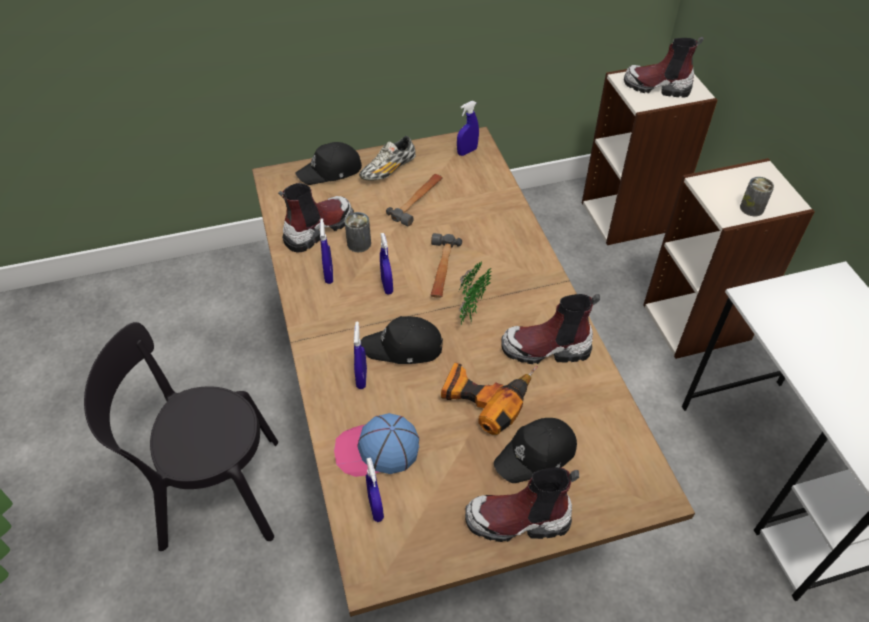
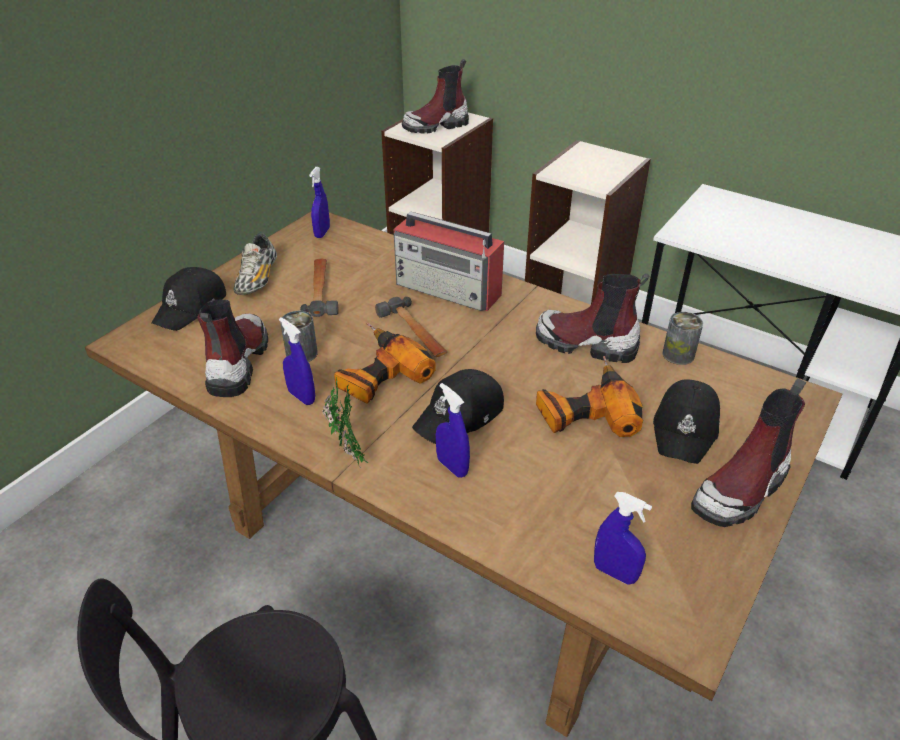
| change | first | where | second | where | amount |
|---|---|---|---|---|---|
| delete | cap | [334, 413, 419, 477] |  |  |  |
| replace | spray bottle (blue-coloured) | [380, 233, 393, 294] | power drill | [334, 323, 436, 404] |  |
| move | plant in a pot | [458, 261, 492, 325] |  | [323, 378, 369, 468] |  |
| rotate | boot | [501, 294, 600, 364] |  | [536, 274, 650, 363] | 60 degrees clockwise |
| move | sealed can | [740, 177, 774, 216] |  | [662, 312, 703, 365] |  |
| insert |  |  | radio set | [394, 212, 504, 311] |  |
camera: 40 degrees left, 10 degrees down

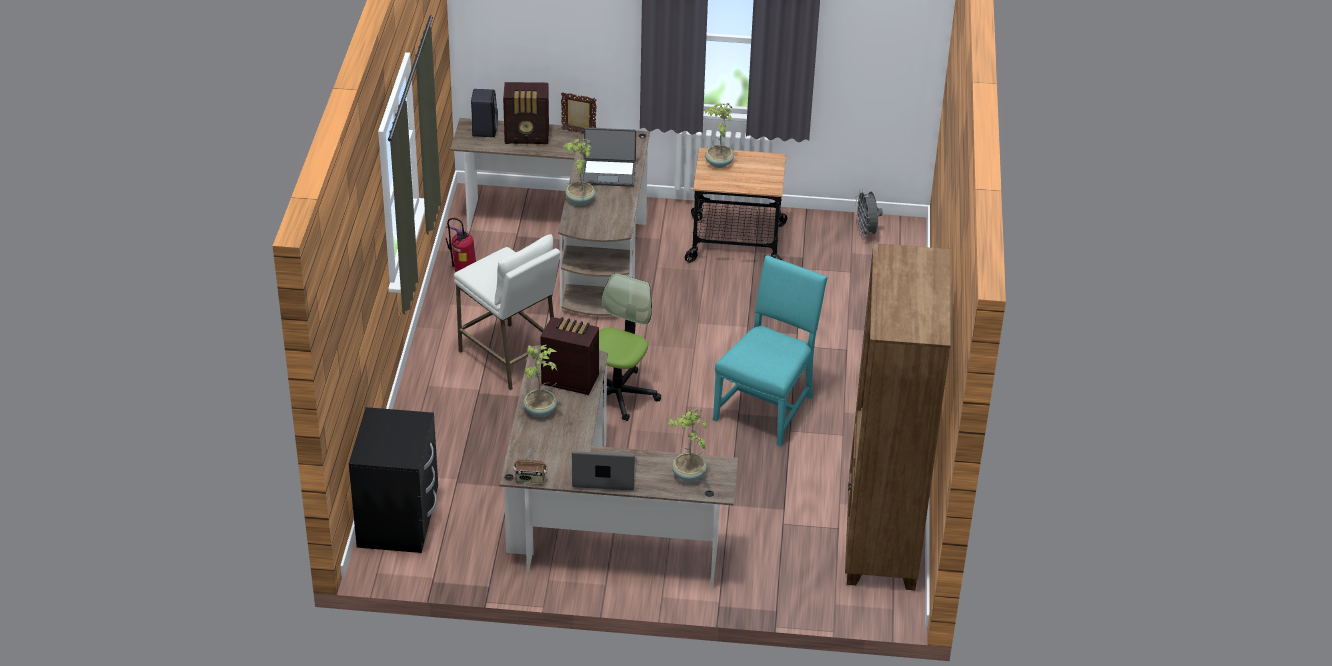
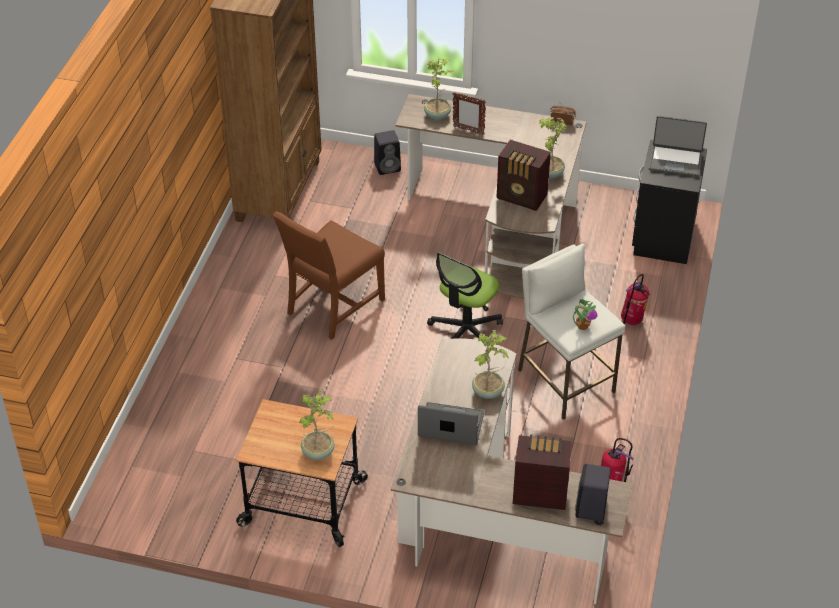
| change | first | where | second | where | amount |
|---|---|---|---|---|---|
| move | standing frame | [561, 92, 597, 133] |  | [453, 93, 486, 135] |  |
| move | laptop | [572, 451, 637, 491] |  | [649, 116, 707, 177] |  |
| recolor | chair (turquoise) | [713, 255, 828, 447] | chair (brown-coloured) | [272, 211, 385, 340] |  |
| delete | electric fan (grey) | [855, 189, 883, 238] |  |  |  |
| insert |  |  | loudspeaker (black) | [374, 130, 401, 175] |  |
| insert |  |  | plant in a pot | [573, 299, 597, 330] |  |
| insert |  |  | extinguisher | [621, 274, 650, 325] |  |
camera: 170 degrees left, 5 degrees up

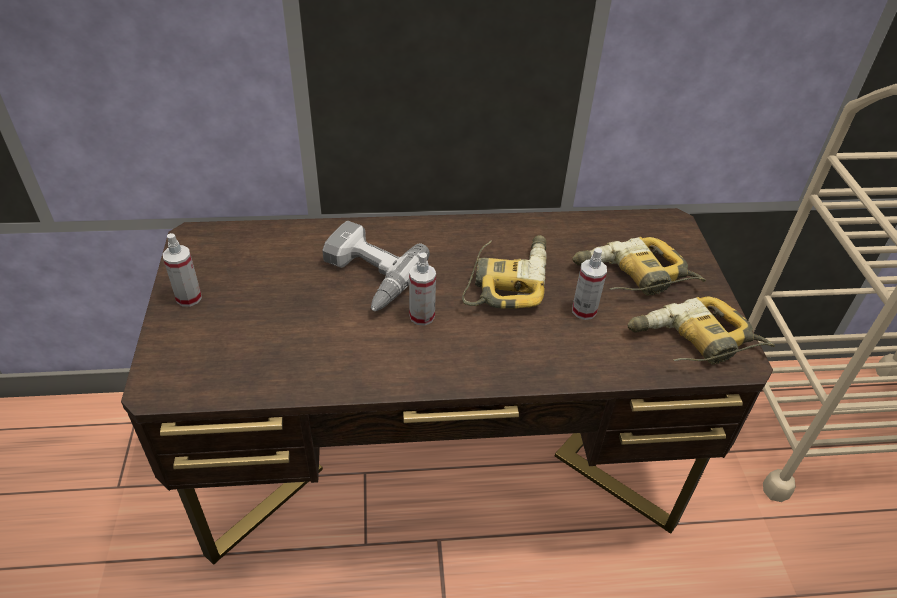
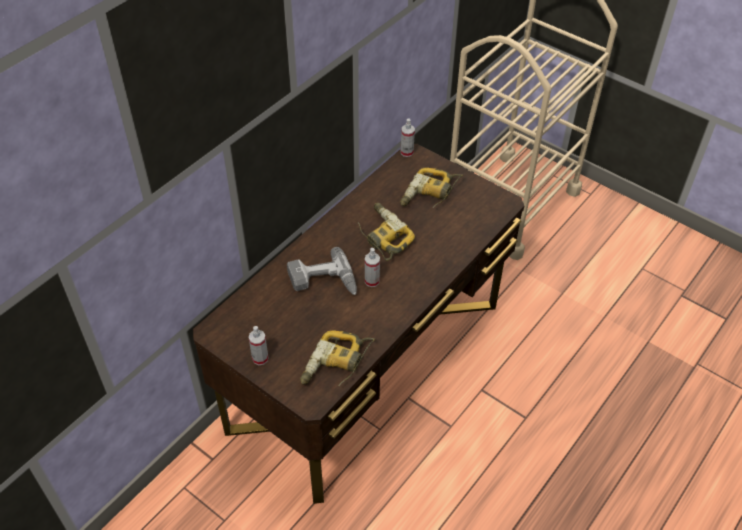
| change | first | where | second | where | amount |
|---|---|---|---|---|---|
| move | spray bottle | [572, 248, 607, 320] |  | [401, 118, 415, 157] |  |
| move | power drill | [628, 297, 775, 365] |  | [300, 330, 375, 386] |  |
camera: 45 degrees left, 5 degrees up

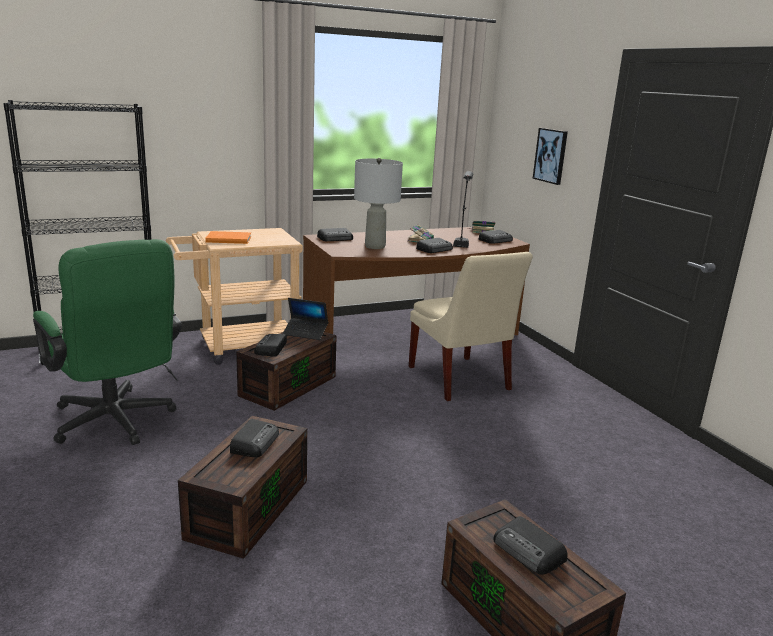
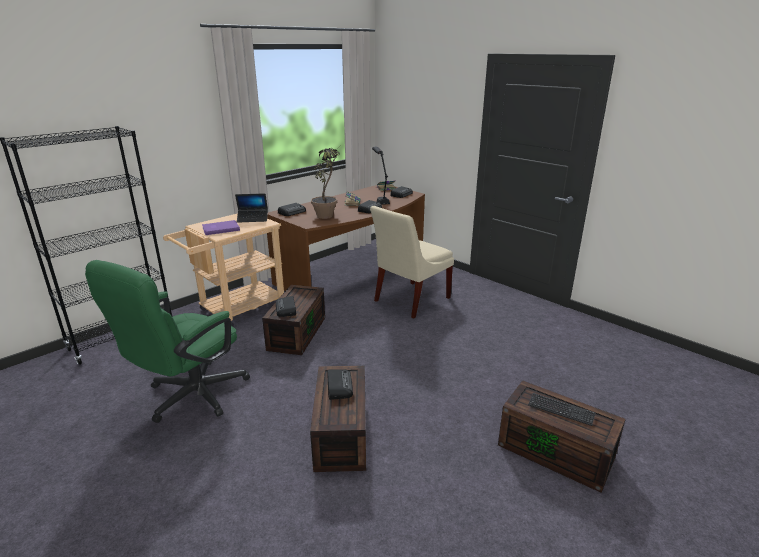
| change | first | where | second | where | amount |
|---|---|---|---|---|---|
| rotate | office chair (green-coloured) | [33, 239, 182, 445] |  | [85, 260, 250, 423] | 90 degrees clockwise |
| recolor | bound book (orange-coloured) | [205, 231, 251, 244] | bound book (purple) | [202, 220, 240, 235] |  |
| move | laptop | [282, 298, 328, 340] |  | [235, 193, 268, 223] |  |
| replace | tabletop lamp (grey) | [354, 158, 403, 249] | plant in a pot | [311, 148, 340, 219] |  |
| rotate | chair (beige-coloured) | [409, 252, 533, 401] |  | [370, 206, 454, 319] | 90 degrees clockwise |
| replace | radio set | [493, 516, 568, 575] | PC keyboard | [528, 393, 596, 426] |  |
| delete | wall picture | [533, 128, 568, 185] |  |  |  |
camera: 20 degrees left, 5 degrees up

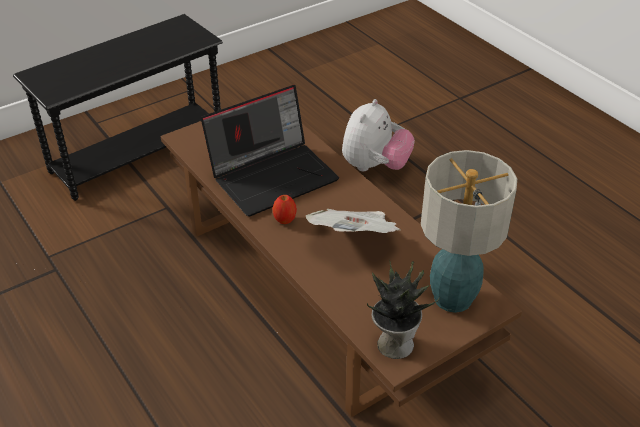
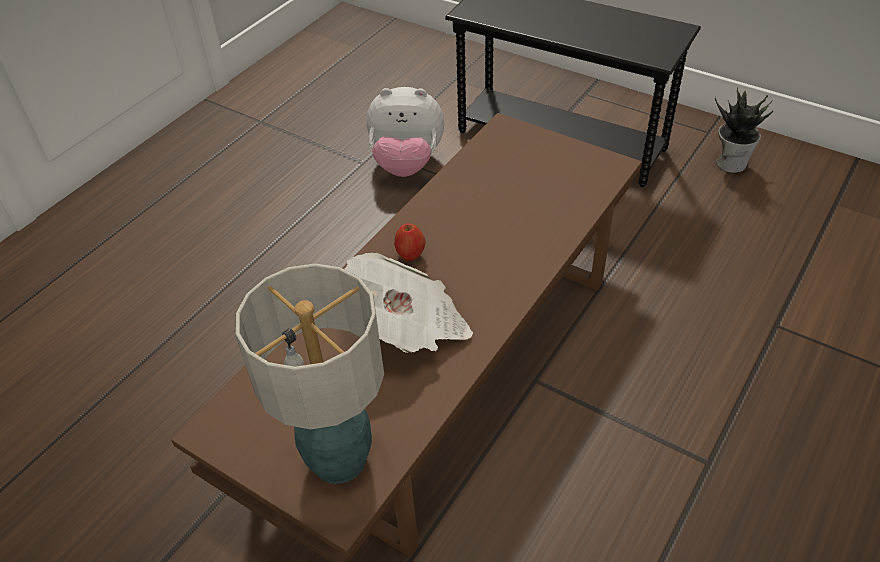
| change | first | where | second | where | amount |
|---|---|---|---|---|---|
| delete | laptop | [201, 85, 339, 217] |  |  |  |
| move | soft toy | [342, 99, 415, 171] |  | [367, 87, 444, 177] |  |
| move | plant in a pot | [367, 259, 440, 359] |  | [715, 87, 773, 173] |  |
camera: 70 degrees right, 5 degrees up

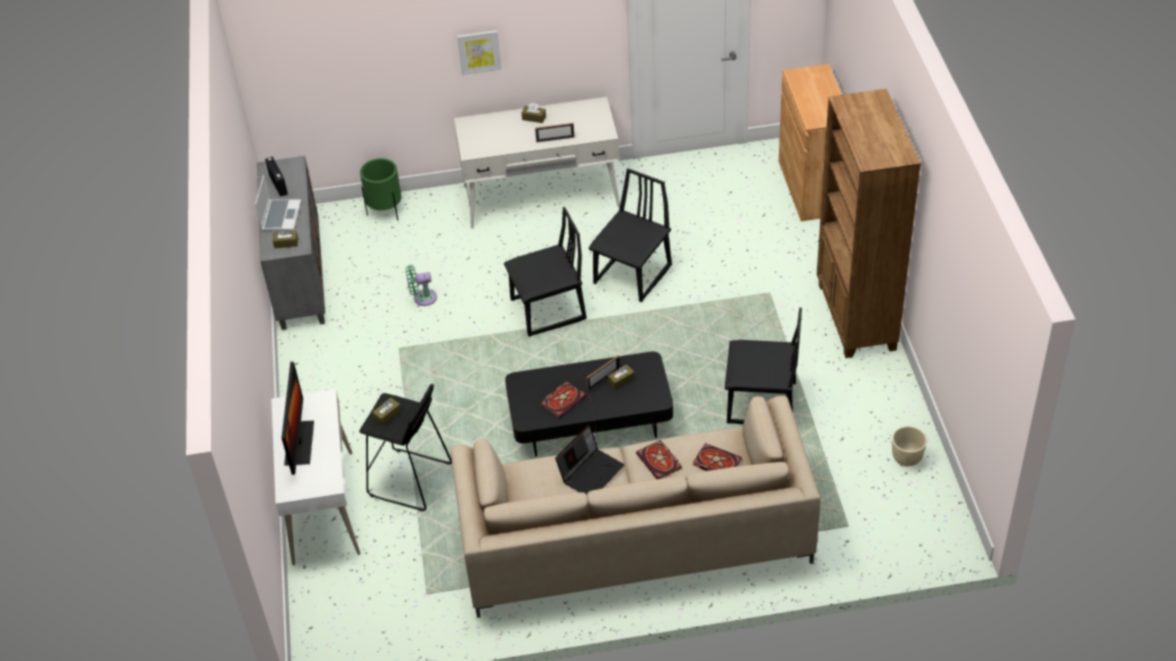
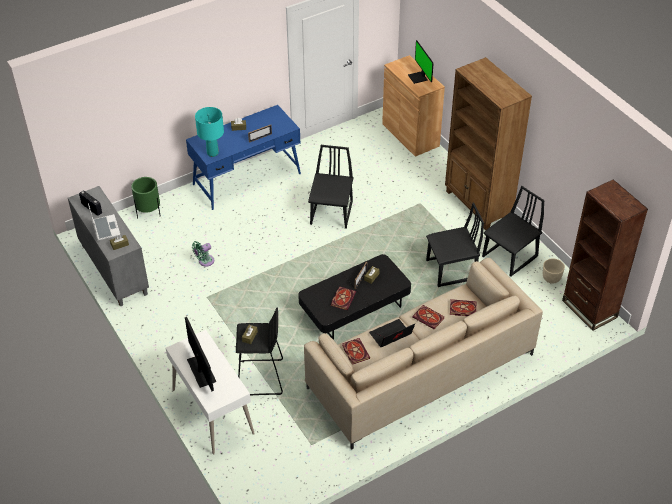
| change | first | where | second | where | amount |
|---|---|---|---|---|---|
| recolor | desk unit (white) | [454, 97, 620, 229] | desk unit (blue-coloured) | [186, 105, 301, 210] |  |
| delete | wall picture | [457, 30, 502, 75] |  |  |  |
| move | chair (black) | [504, 207, 587, 337] |  | [482, 186, 545, 277] |  |
| rotate | laptop | [555, 424, 624, 494] |  | [369, 319, 415, 347] | 135 degrees counterclockwise |
| insert |  |  | tabletop lamp (turquoise) | [195, 107, 224, 157] |  |
| insert |  |  | bound book | [342, 338, 370, 365] |  |
| insert |  |  | computer display | [408, 40, 434, 84] |  |
| insert |  |  | bookshelf (brown-coloured) | [562, 179, 648, 331] |  |
camera: 25 degrees left, 0 degrees up

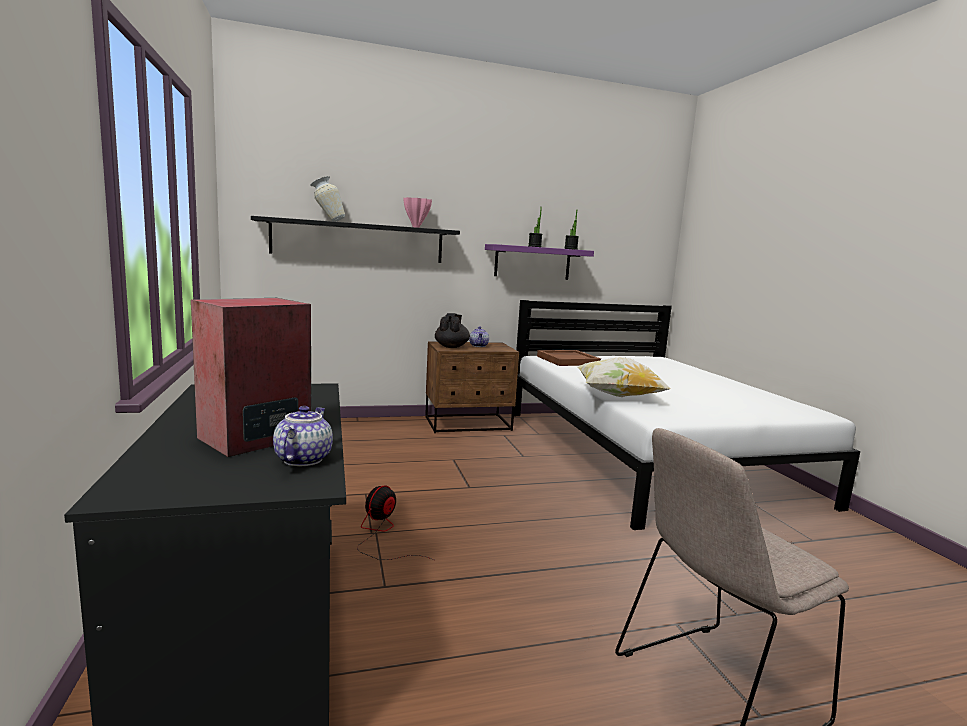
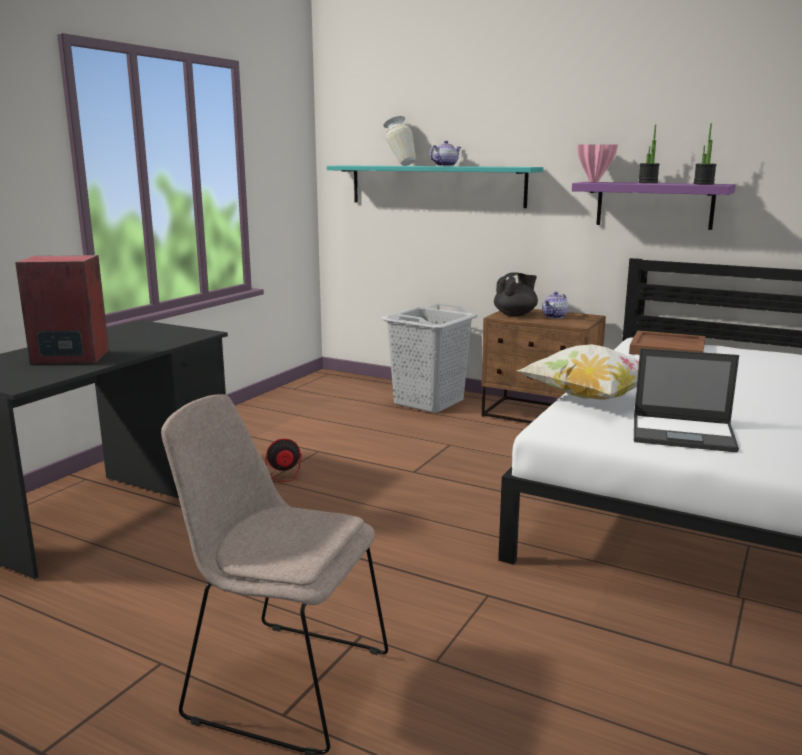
| change | first | where | second | where | amount |
|---|---|---|---|---|---|
| recolor | wall shelf (black) | [251, 216, 460, 263] | wall shelf (turquoise) | [327, 165, 543, 208] |  |
| move | tea pot | [273, 406, 333, 466] |  | [430, 141, 461, 166] |  |
| move | vase (pink-coloured) | [403, 197, 432, 228] |  | [577, 144, 618, 183] |  |
| insert |  |  | washing basket (grey) | [381, 303, 477, 413] |  |
| insert |  |  | laptop | [634, 348, 739, 452] |  |
camera: 45 degrees right, 5 degrees up

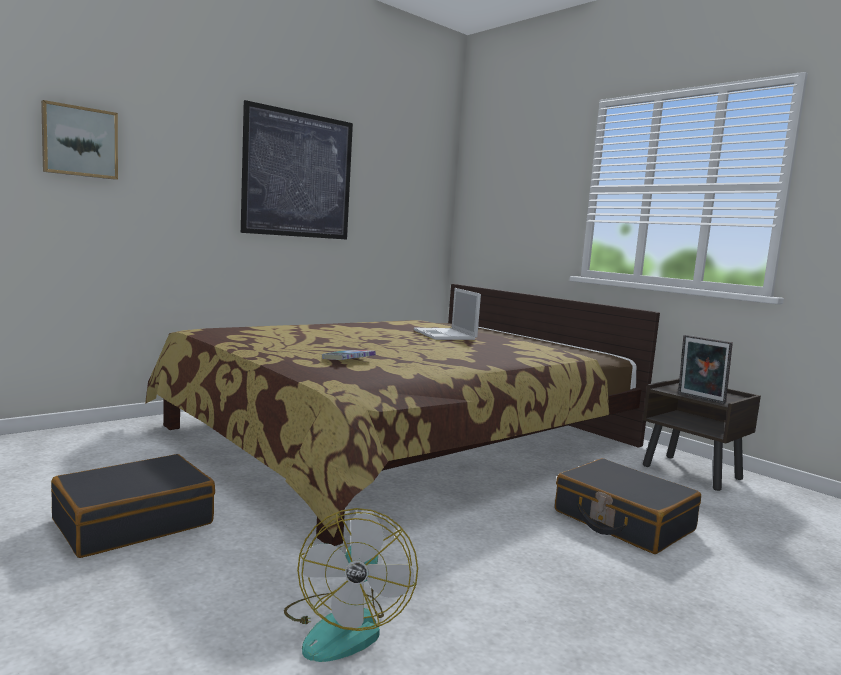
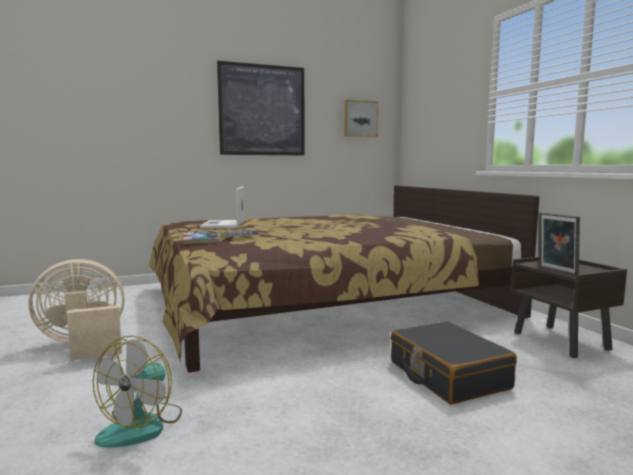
| change | first | where | second | where | amount |
|---|---|---|---|---|---|
| move | wall picture | [41, 100, 118, 180] |  | [344, 100, 378, 137] |  |
| replace | piece of luggage (black) | [51, 454, 215, 558] | electric fan (beige-coloured) | [29, 259, 125, 361] |  |
| move | laptop | [414, 288, 481, 340] |  | [200, 186, 245, 228] |  |
| insert |  |  | bound book | [183, 232, 219, 244] |  |
camera: 20 degrees right, 0 degrees up

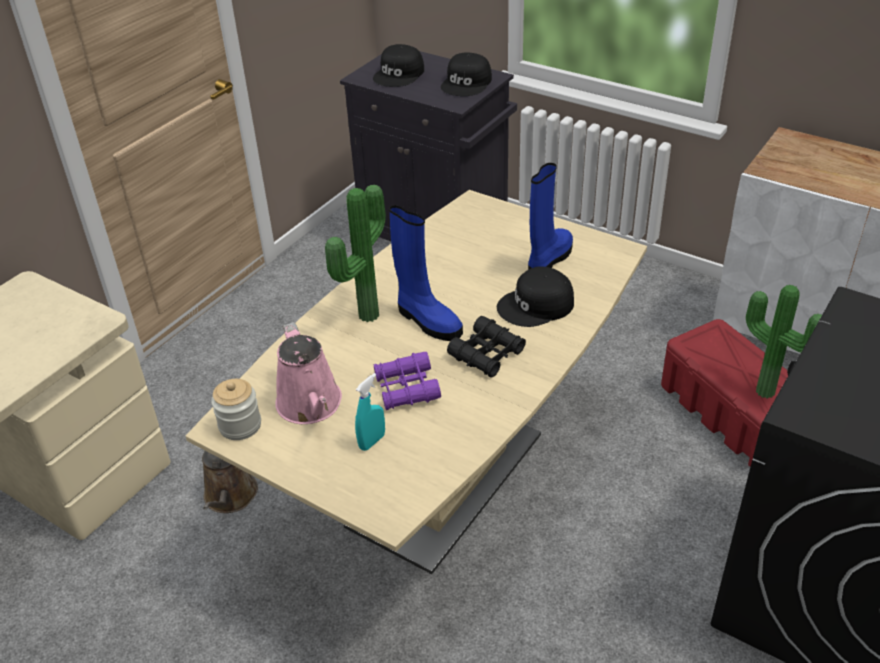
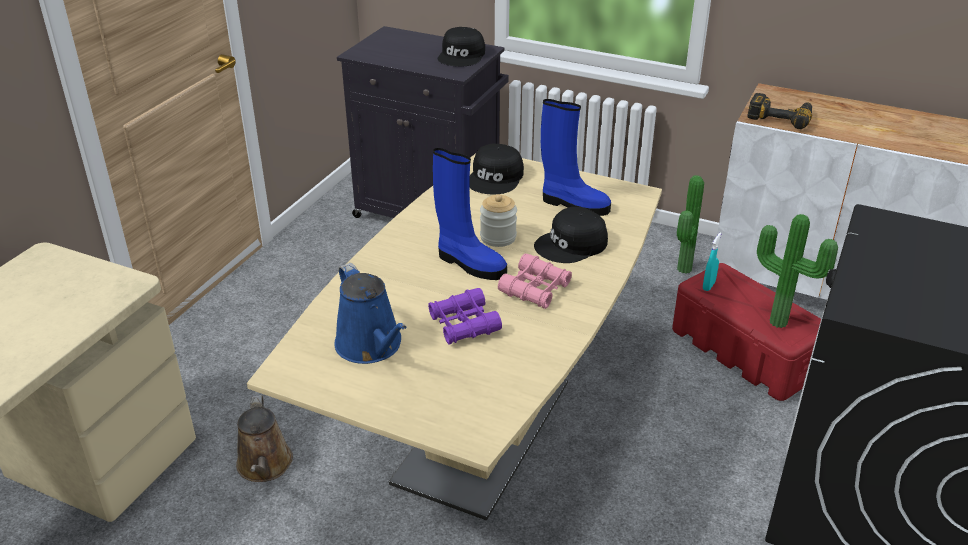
| change | first | where | second | where | amount |
|---|---|---|---|---|---|
| move | preserve jar | [211, 379, 261, 440] |  | [480, 194, 517, 247] |  |
| recolor | watering pot (pink-coloured) | [275, 322, 342, 424] | watering pot (blue-coloured) | [334, 263, 407, 364] |  |
| move | plant in a pot | [325, 185, 386, 322] |  | [677, 175, 704, 274] |  |
| move | spray bottle (turquoise) | [355, 373, 385, 451] |  | [703, 233, 721, 291] |  |
| move | cap (black) | [373, 44, 424, 87] |  | [469, 144, 524, 194] |  |
| recolor | field glasses (black) | [447, 316, 526, 378] | field glasses (pink-coloured) | [498, 253, 572, 309] |  |
| rotate | boot (blue-coloured) | [528, 163, 573, 270] |  | [541, 99, 611, 216] | 90 degrees clockwise |
| insert |  |  | power drill | [747, 93, 812, 129] |  |
camera: 10 degrees left, 5 degrees down

